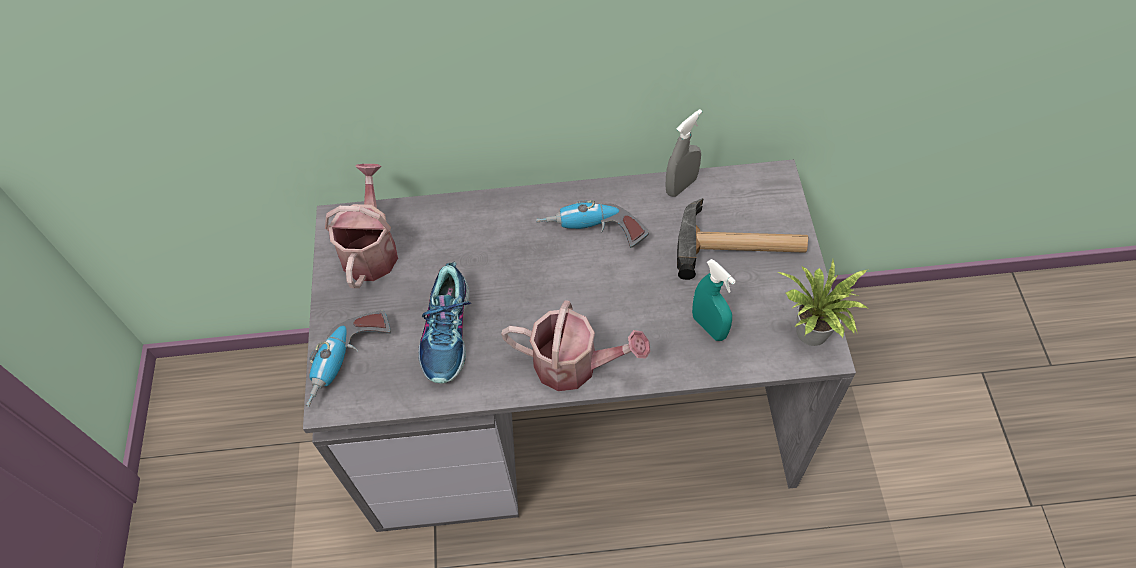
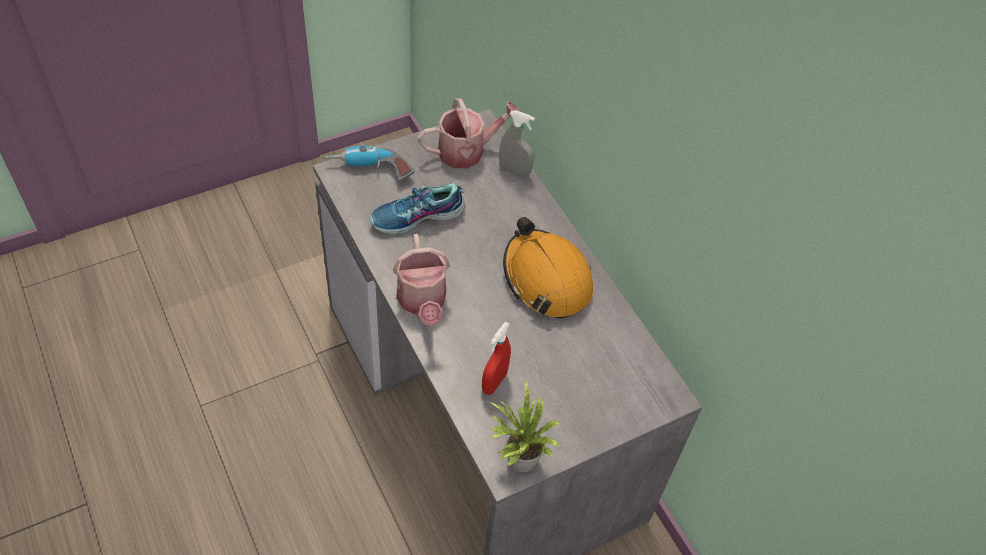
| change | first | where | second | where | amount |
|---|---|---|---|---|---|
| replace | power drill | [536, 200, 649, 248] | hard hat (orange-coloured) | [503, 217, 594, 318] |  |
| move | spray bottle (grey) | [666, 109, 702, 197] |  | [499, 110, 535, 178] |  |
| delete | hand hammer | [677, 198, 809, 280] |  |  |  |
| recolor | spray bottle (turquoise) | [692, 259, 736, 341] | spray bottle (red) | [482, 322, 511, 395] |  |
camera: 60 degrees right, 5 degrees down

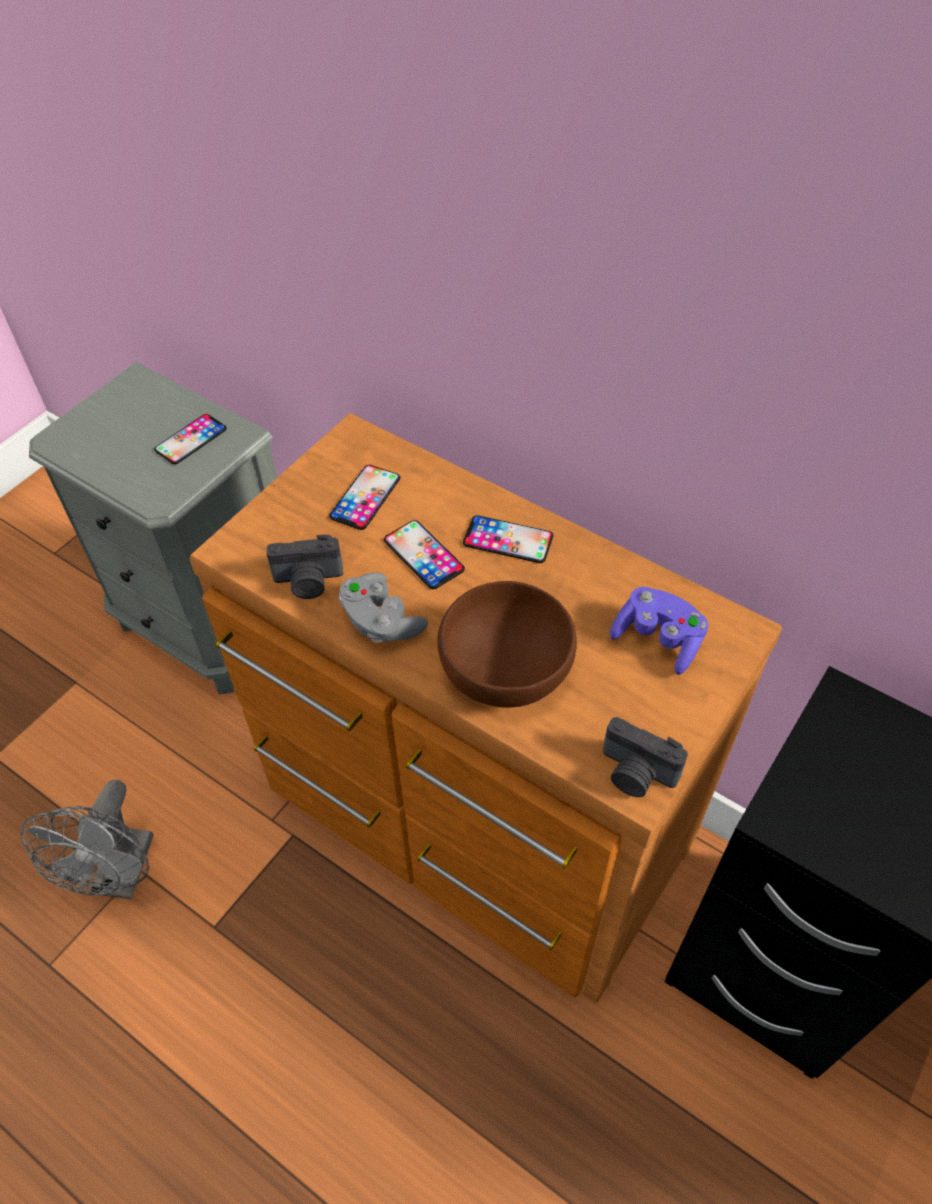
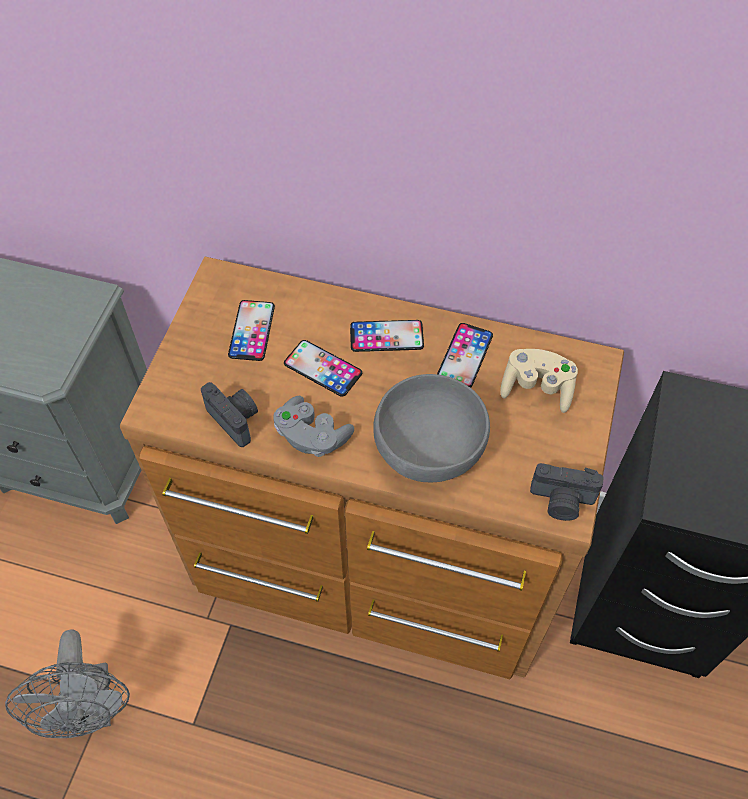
| change | first | where | second | where | amount |
|---|---|---|---|---|---|
| move | phone | [154, 414, 227, 464] |  | [437, 323, 493, 388] |  |
| rotate | still camera | [267, 535, 343, 599] |  | [201, 382, 258, 447] | 105 degrees counterclockwise |
| recolor | bowl (brown-coloured) | [438, 581, 577, 707] | bowl (grey) | [373, 374, 490, 482] |  |
| recolor | gamepad (purple) | [610, 587, 708, 675] | gamepad (beige-coloured) | [500, 349, 578, 413] |  |
camera: 20 degrees left, 5 degrees up

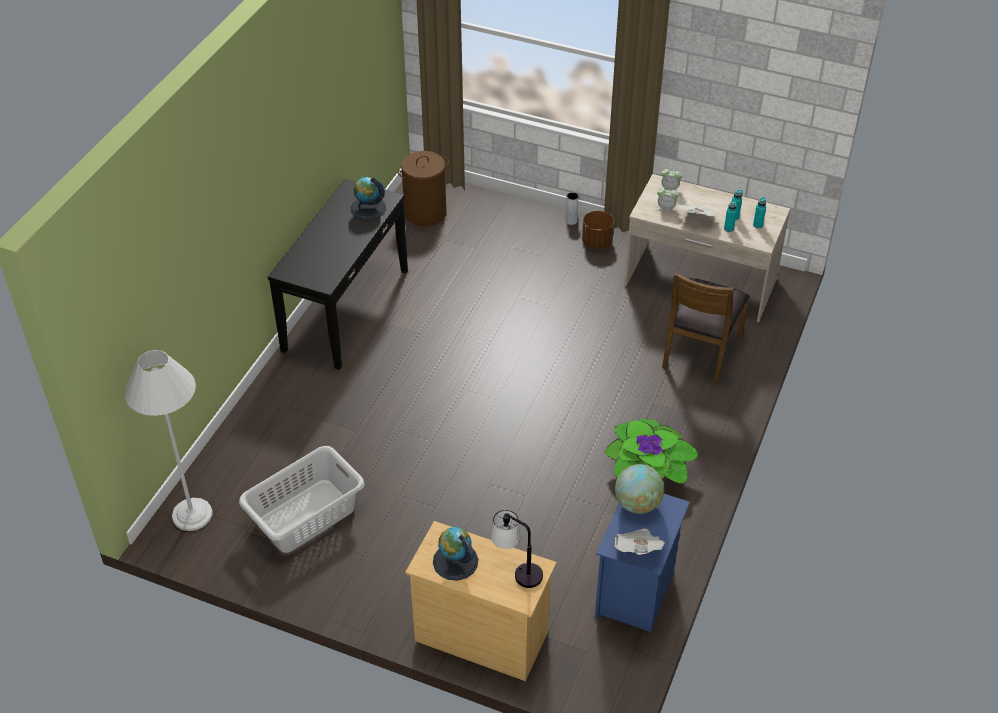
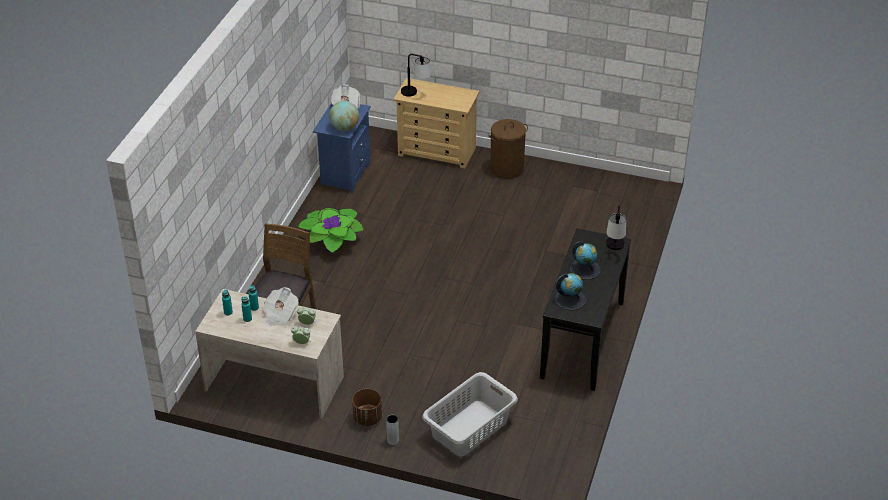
| change | first | where | second | where | amount |
|---|---|---|---|---|---|
| delete | standing lamp (white) | [125, 350, 212, 531] |  |  |  |
| move | washing basket (grey) | [239, 446, 365, 553] |  | [422, 372, 518, 456] |  |
| move | washing basket (brown-coloured) | [397, 151, 449, 227] |  | [489, 119, 528, 179] |  |
| move | world globe | [433, 527, 478, 581] |  | [570, 241, 601, 280] |  |
| insert |  |  | tabletop lamp | [606, 205, 626, 250] |  |
camera: 175 degrees right, 5 degrees down

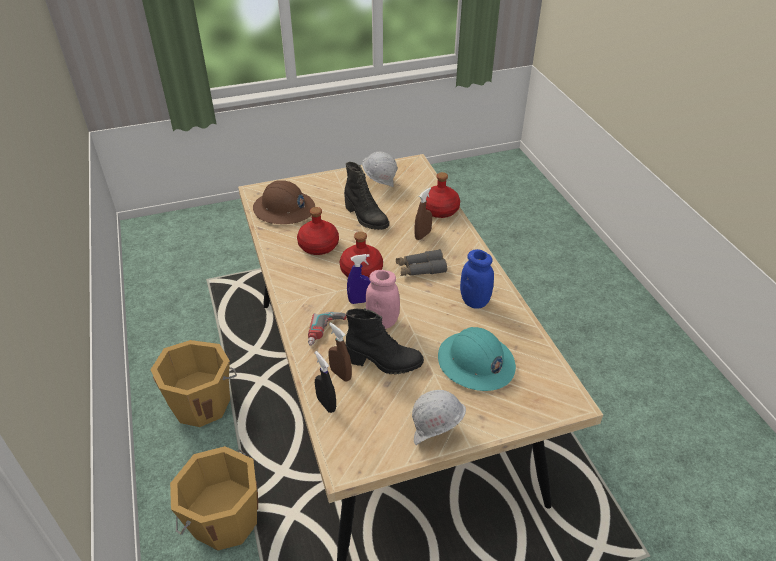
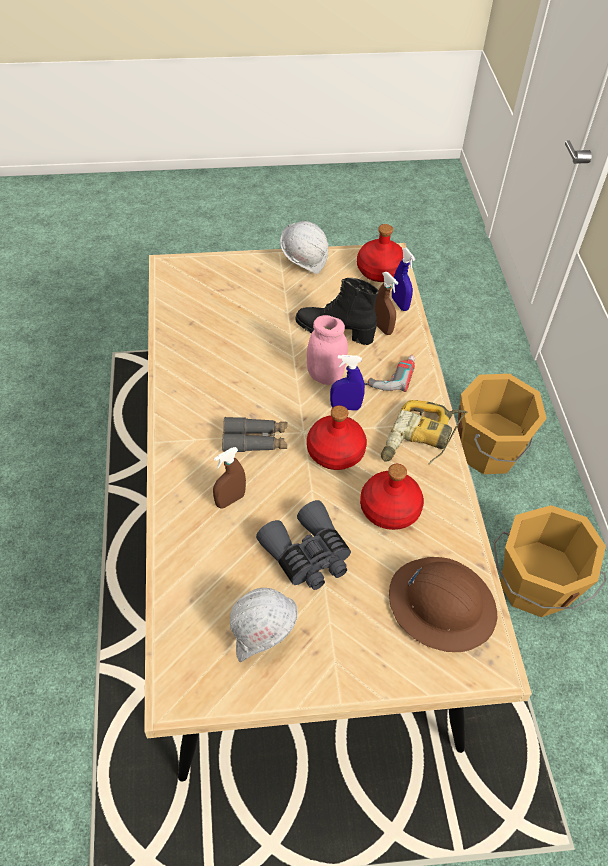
| change | first | where | second | where | amount |
|---|---|---|---|---|---|
| recolor | spray bottle (black) | [315, 351, 336, 413] | spray bottle (blue-coloured) | [392, 248, 415, 311] |  |
| replace | boot (black) | [344, 162, 389, 230] | field glasses (grey) | [256, 500, 351, 590] |  |
| move | beverage bottle (red) | [426, 172, 460, 218] |  | [357, 224, 403, 282] |  |
| delete | hard hat (turquoise) | [438, 327, 516, 391] |  |  |  |
| delete | preserve jar (blue-coloured) | [460, 249, 494, 309] |  |  |  |
| insert |  |  | power drill | [381, 400, 467, 465] |  |
camera: 170 degrees left, 10 degrees up

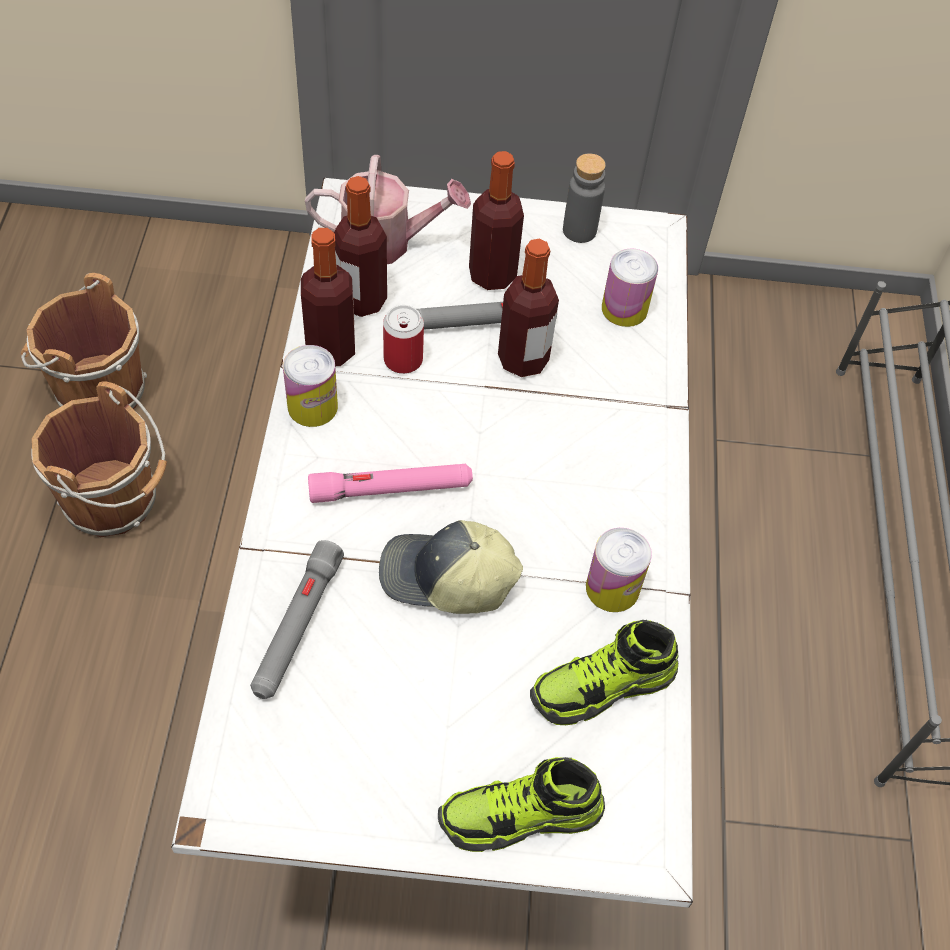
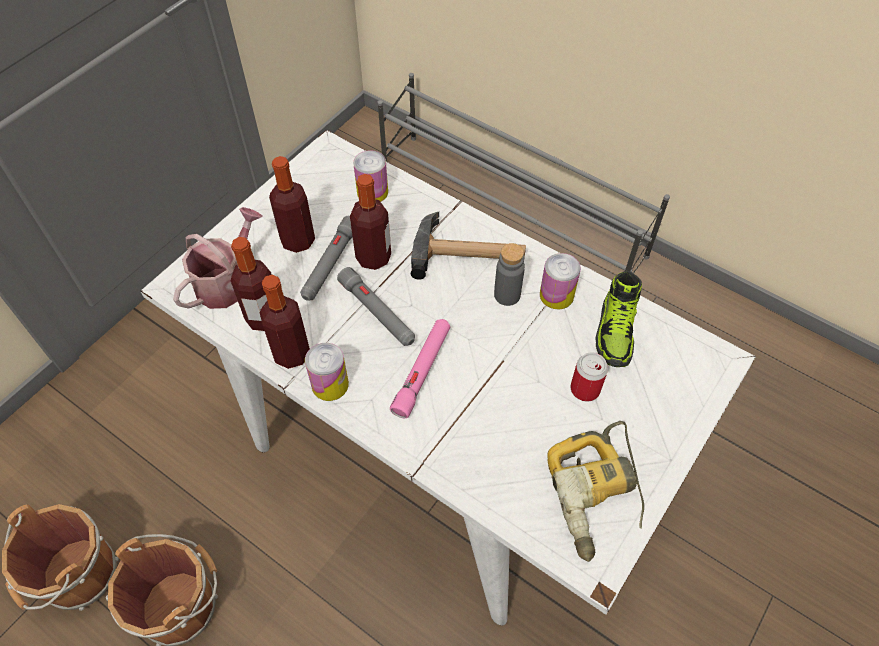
| change | first | where | second | where | amount |
|---|---|---|---|---|---|
| move | flashlight (grey) | [250, 540, 344, 699] |  | [337, 267, 415, 346] |  |
| delete | cap | [379, 520, 523, 614] |  |  |  |
| move | sealed can | [383, 305, 424, 374] |  | [570, 352, 608, 401] |  |
| delete | shoe | [438, 757, 605, 852] |  |  |  |
| move | beverage bottle (grey) | [563, 153, 606, 243] |  | [494, 243, 525, 306] |  |
| insert |  |  | hand hammer | [411, 212, 526, 280] |  |
| insert |  |  | power drill | [547, 421, 644, 562] |  |
camera: 55 degrees left, 0 degrees up

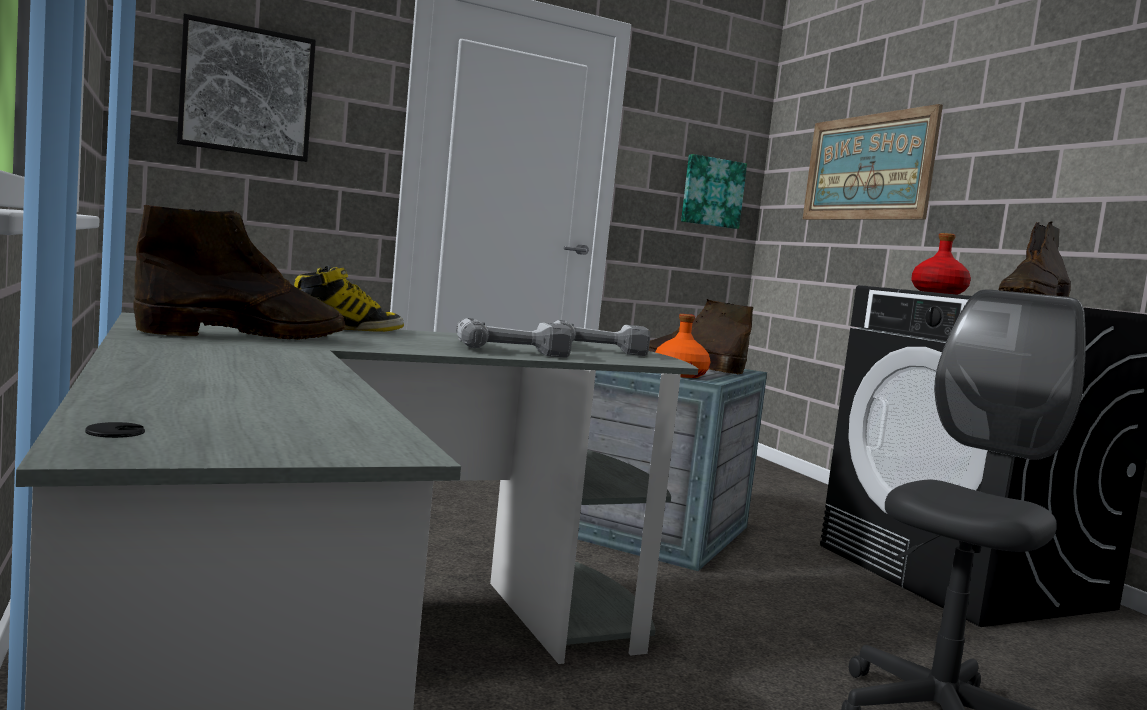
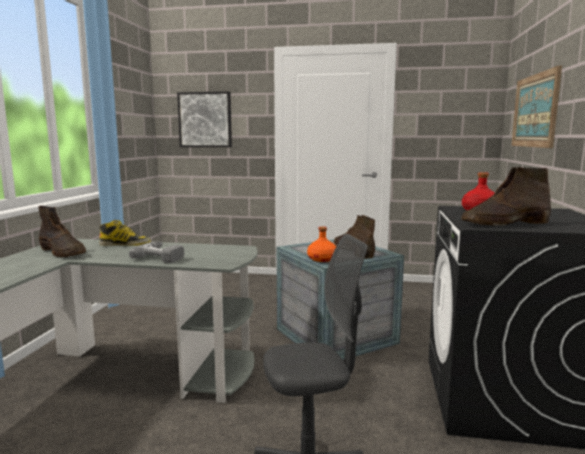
| change | first | where | second | where | amount |
|---|---|---|---|---|---|
| rotate | boot (brown-coloured) | [133, 205, 345, 340] |  | [38, 206, 86, 257] | 45 degrees clockwise |
| delete | power drill | [554, 320, 650, 356] |  |  |  |
| delete | wall picture | [681, 154, 747, 229] |  |  |  |
camera: 35 degrees right, 5 degrees up

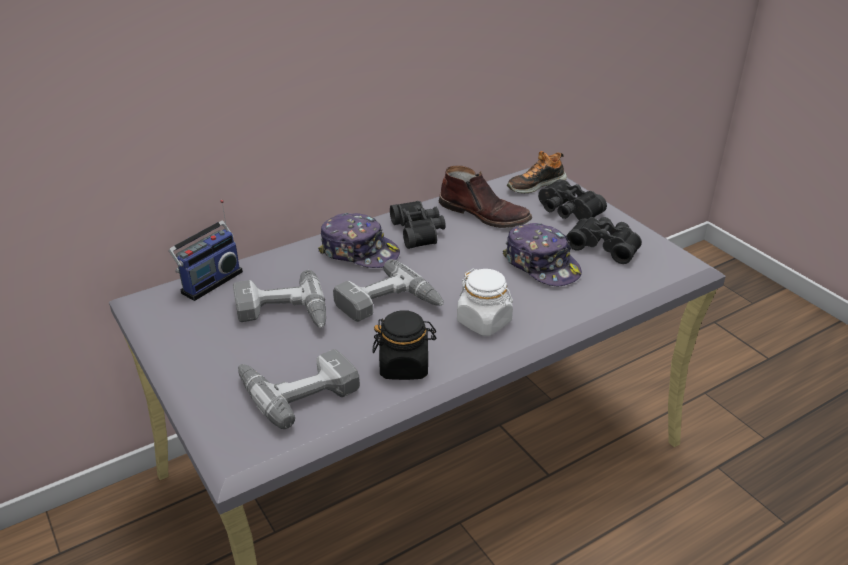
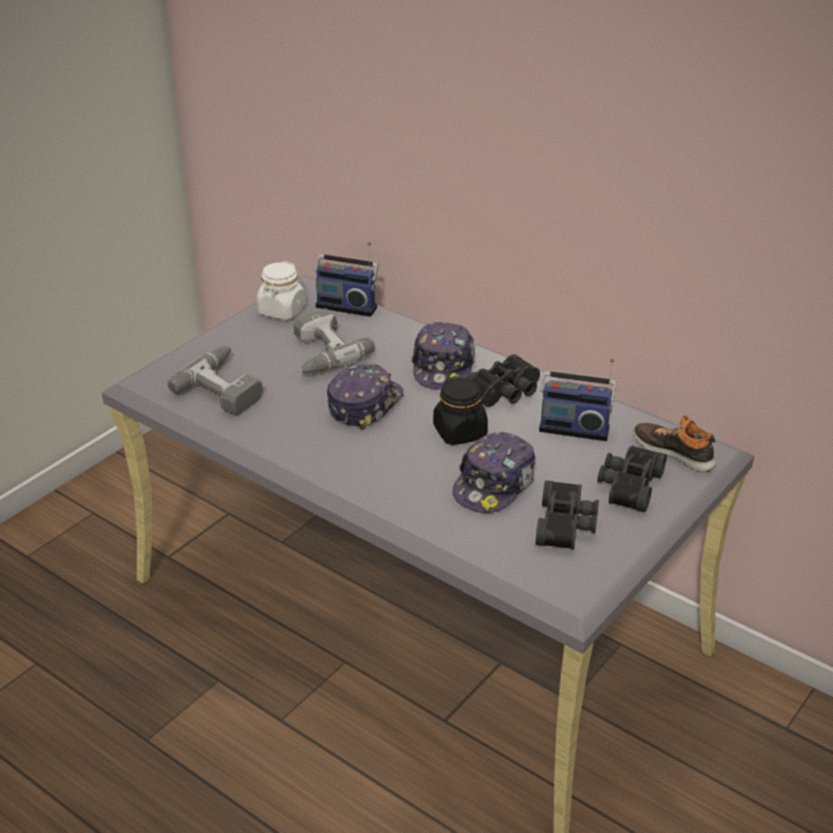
| change | first | where | second | where | amount |
|---|---|---|---|---|---|
| replace | power drill | [333, 259, 444, 322] | cap | [327, 364, 404, 430] |  |
| move | preserve jar (black) | [372, 310, 436, 380] |  | [433, 376, 488, 445] |  |
| replace | boot (brown-coloured) | [439, 165, 532, 228] | radio set | [539, 359, 616, 441] |  |
| move | preserve jar (white) | [457, 269, 513, 336] |  | [257, 261, 306, 320] |  |
camera: 70 degrees right, 0 degrees up

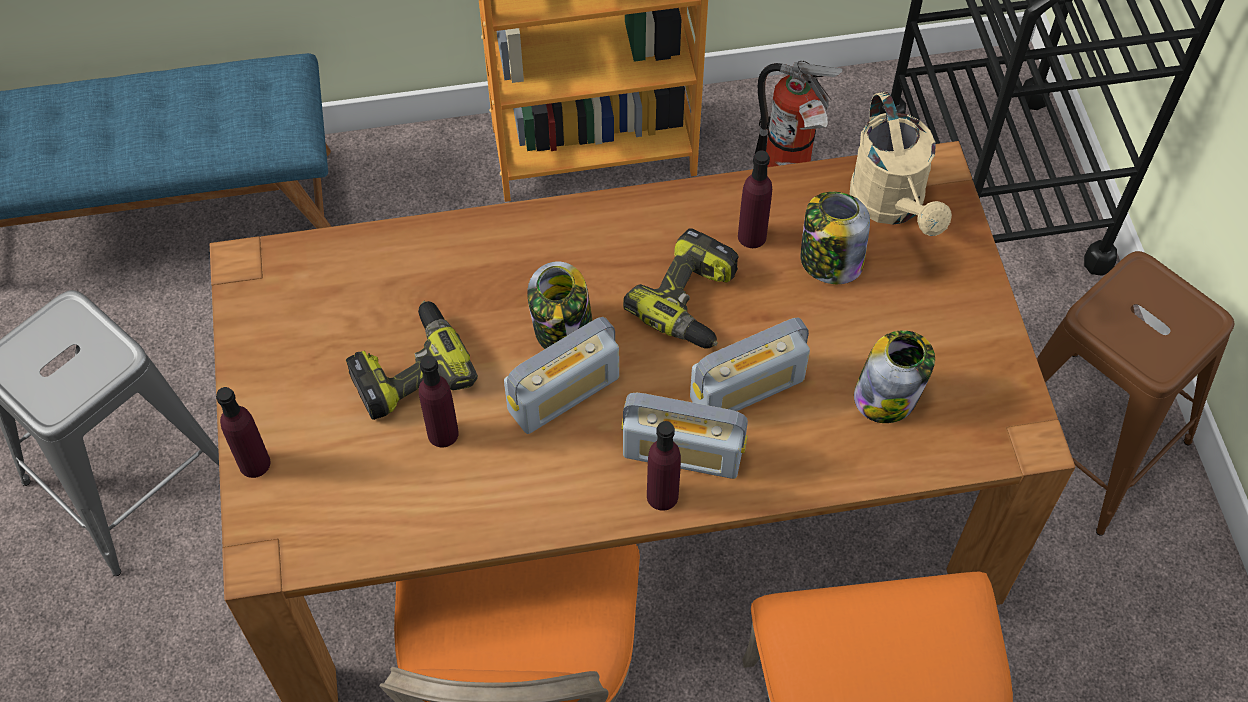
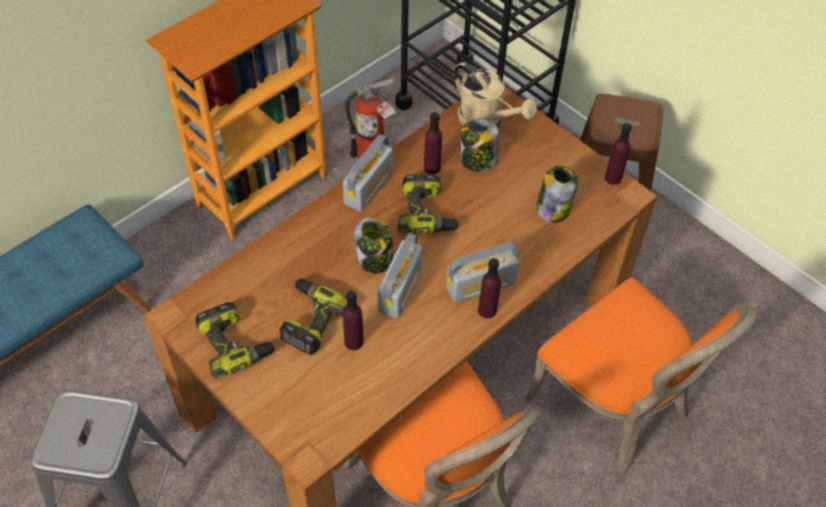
| change | first | where | second | where | amount |
|---|---|---|---|---|---|
| move | beverage bottle (purple) | [216, 387, 270, 478] |  | [605, 123, 632, 185] |  |
| move | radio set | [690, 317, 810, 411] |  | [343, 134, 393, 211] |  |
| insert |  |  | power drill | [196, 302, 276, 379] |  |
camera: 35 degrees left, 5 degrees down

